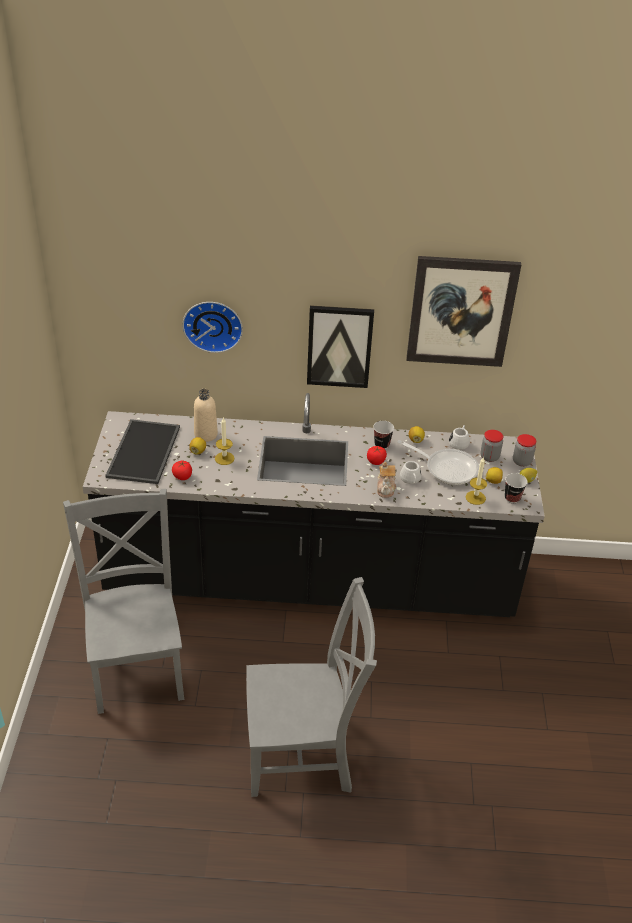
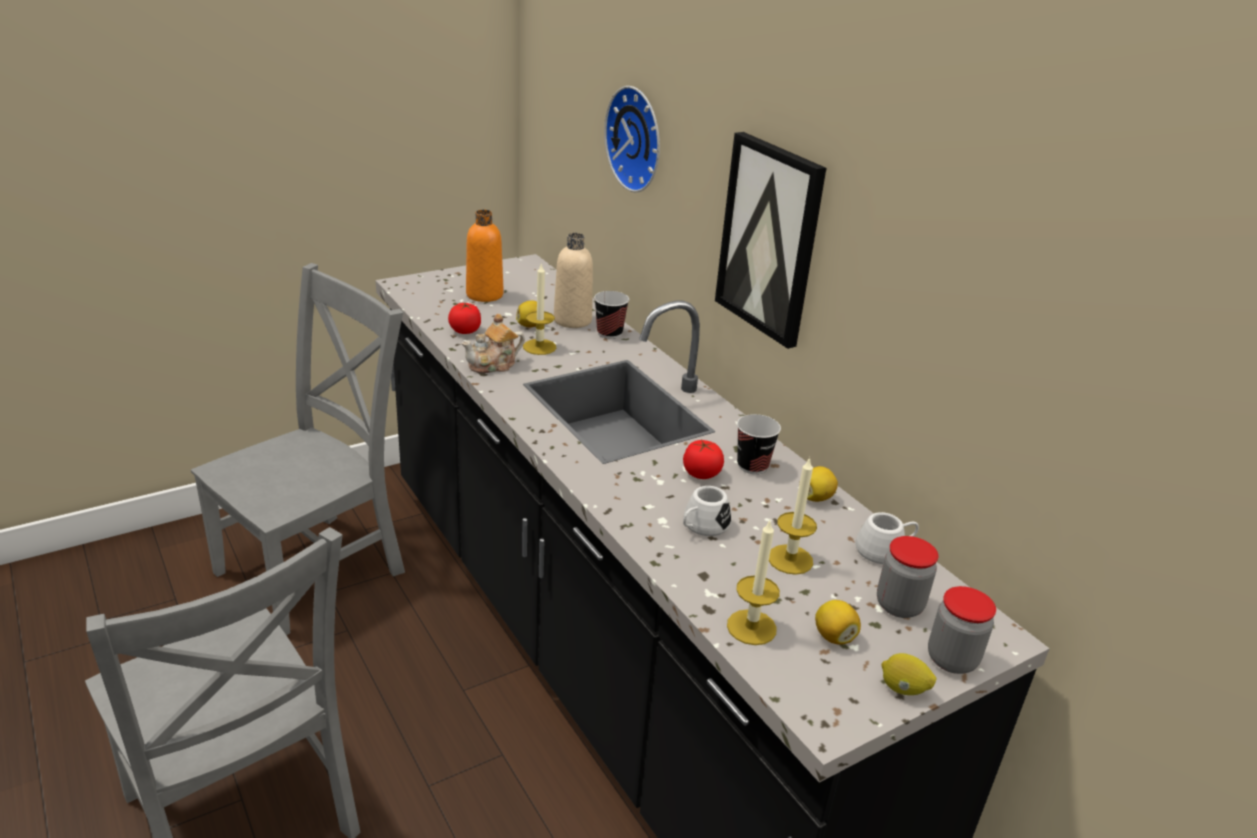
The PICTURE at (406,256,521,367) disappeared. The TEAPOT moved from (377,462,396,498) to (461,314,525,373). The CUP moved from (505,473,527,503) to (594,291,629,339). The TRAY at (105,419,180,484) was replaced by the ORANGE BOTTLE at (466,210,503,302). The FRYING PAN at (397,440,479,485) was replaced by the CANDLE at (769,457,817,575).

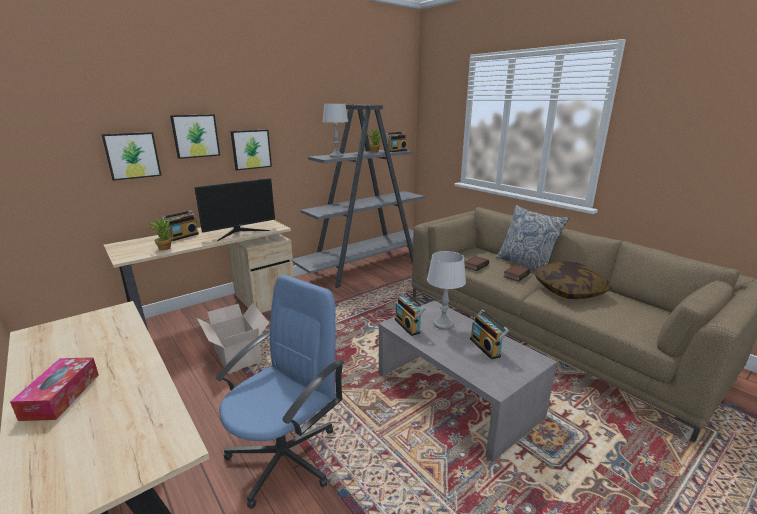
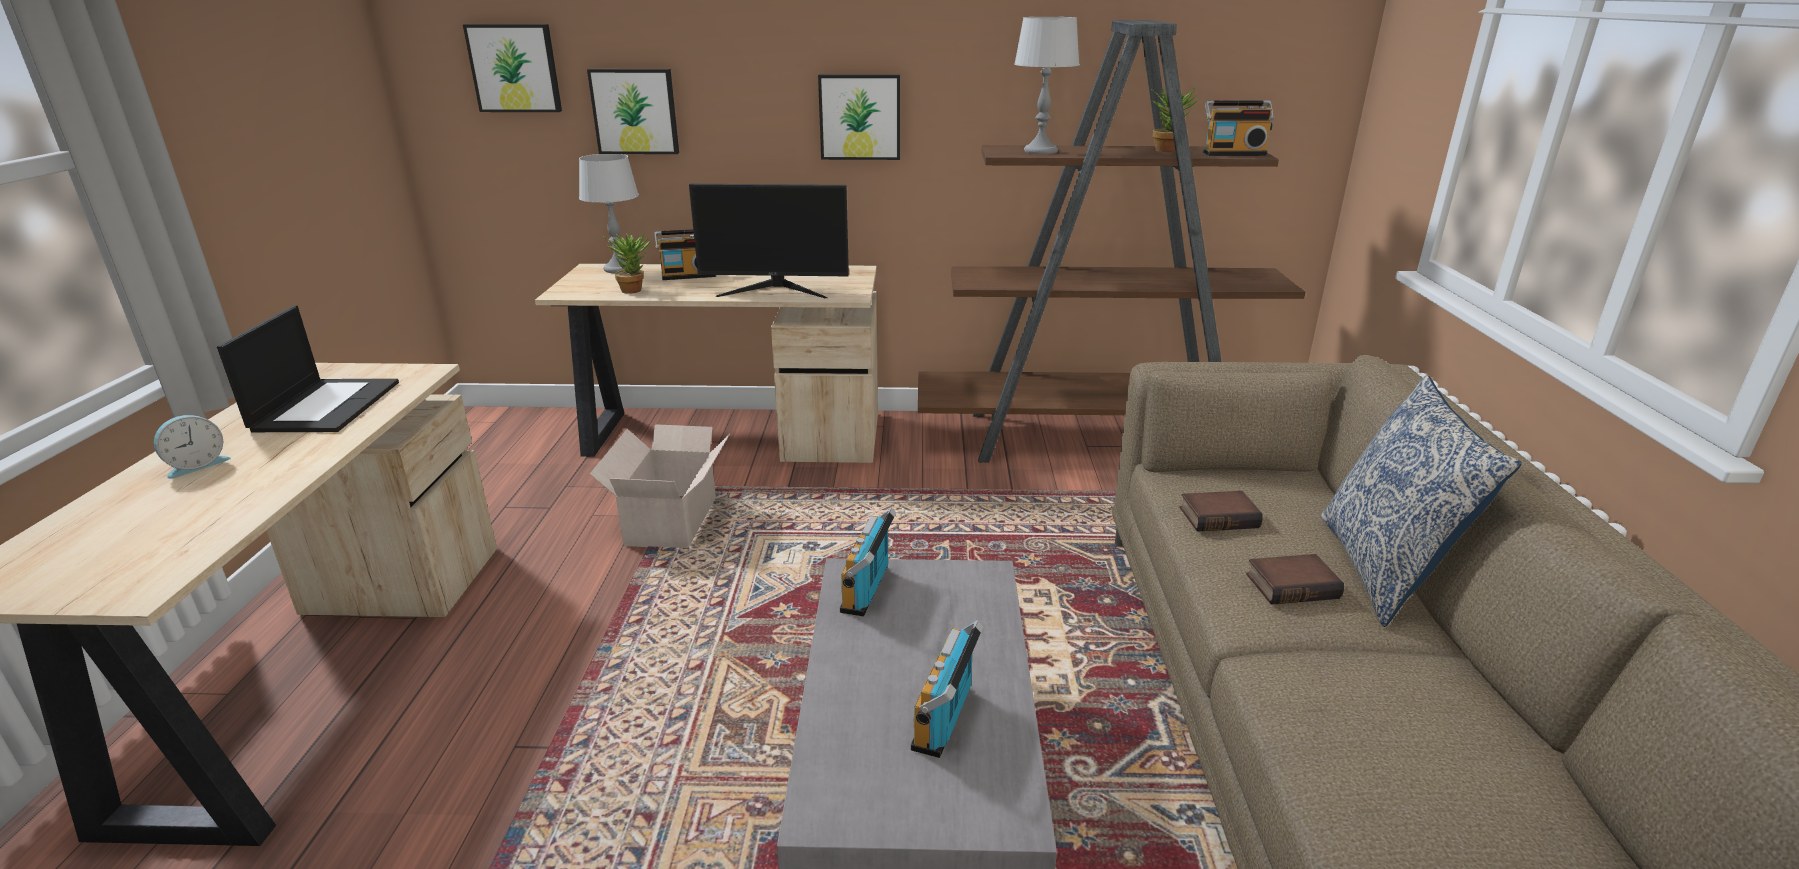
The BLUE OFFICE CHAIR at (216,275,344,509) disappeared. The PILLOW at (534,261,612,299) disappeared. The LAPTOP at (217,306,399,432) appeared. The PICTURE moved from (170,114,220,159) to (463,24,562,112). The GREY TABLE LAMP moved from (427,251,466,330) to (579,154,639,273). The TISSUE BOX at (10,357,99,421) was replaced by the ALARM CLOCK at (154,415,231,479). The GREY BOOKCASE at (292,105,425,288) became the BROWN BOOKCASE at (918,20,1305,463).

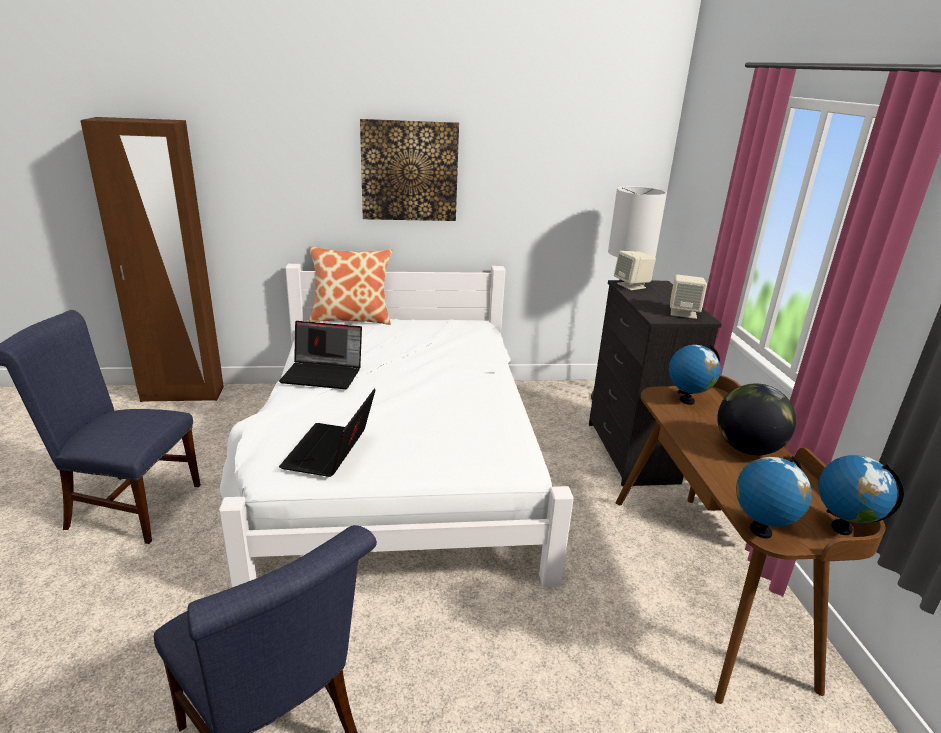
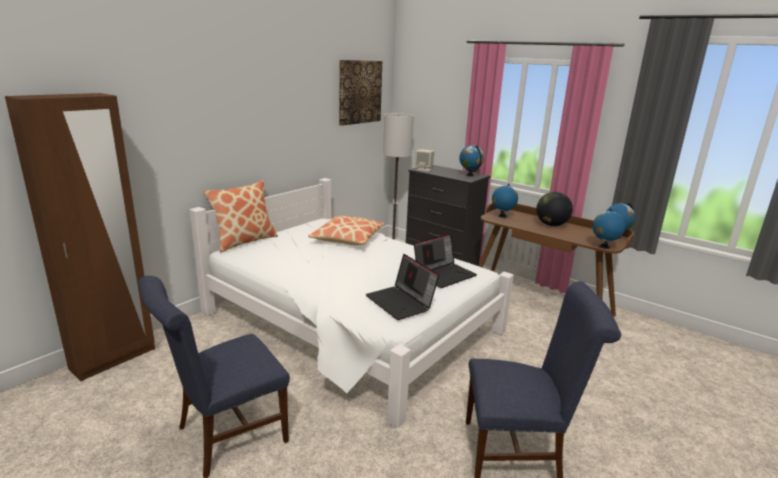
The PILLOW at (308,216,385,245) appeared. The LAPTOP moved from (279,321,362,389) to (414,233,477,288). The PICTURE moved from (360,119,459,221) to (339,60,382,126). The BEIGE SPEAKER at (670,275,707,319) was replaced by the GLOBE at (459,145,484,176).

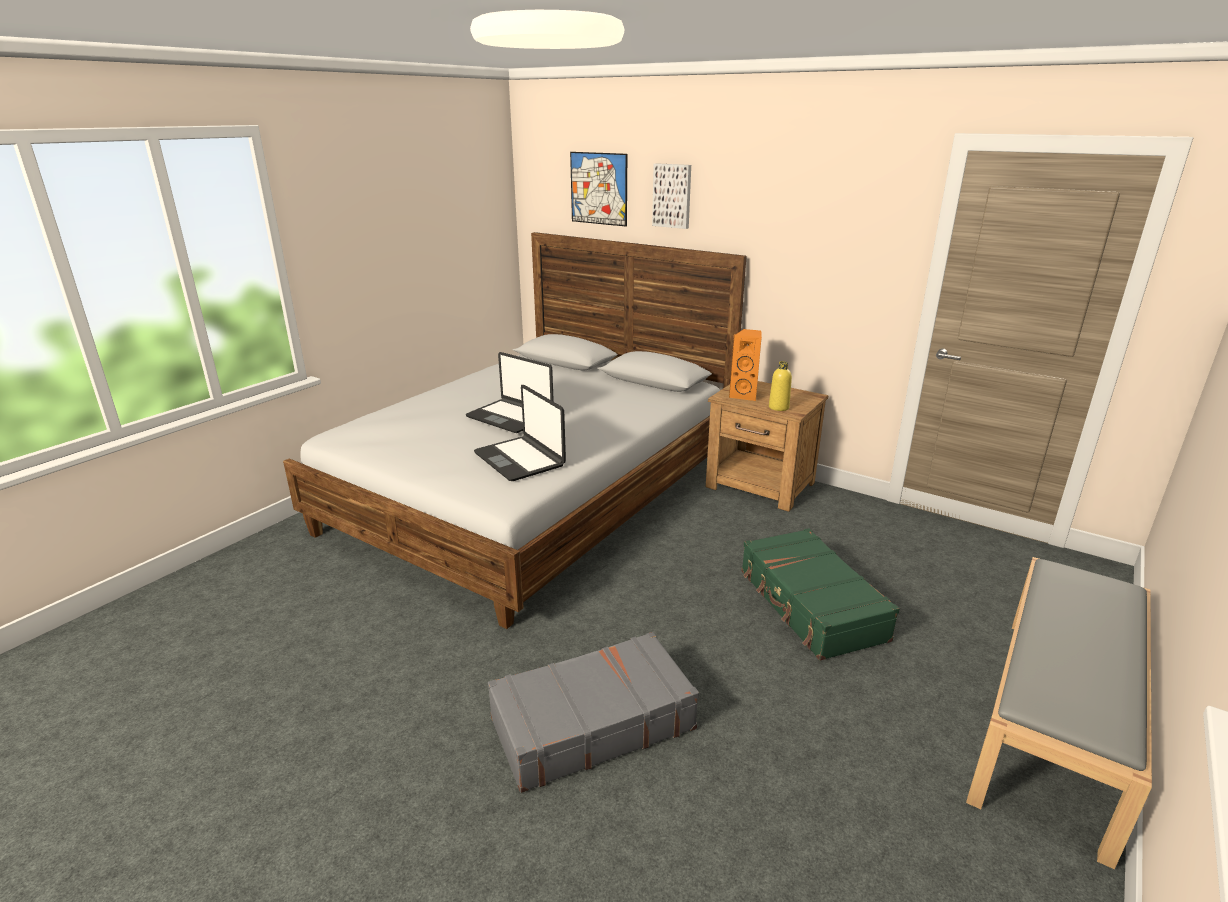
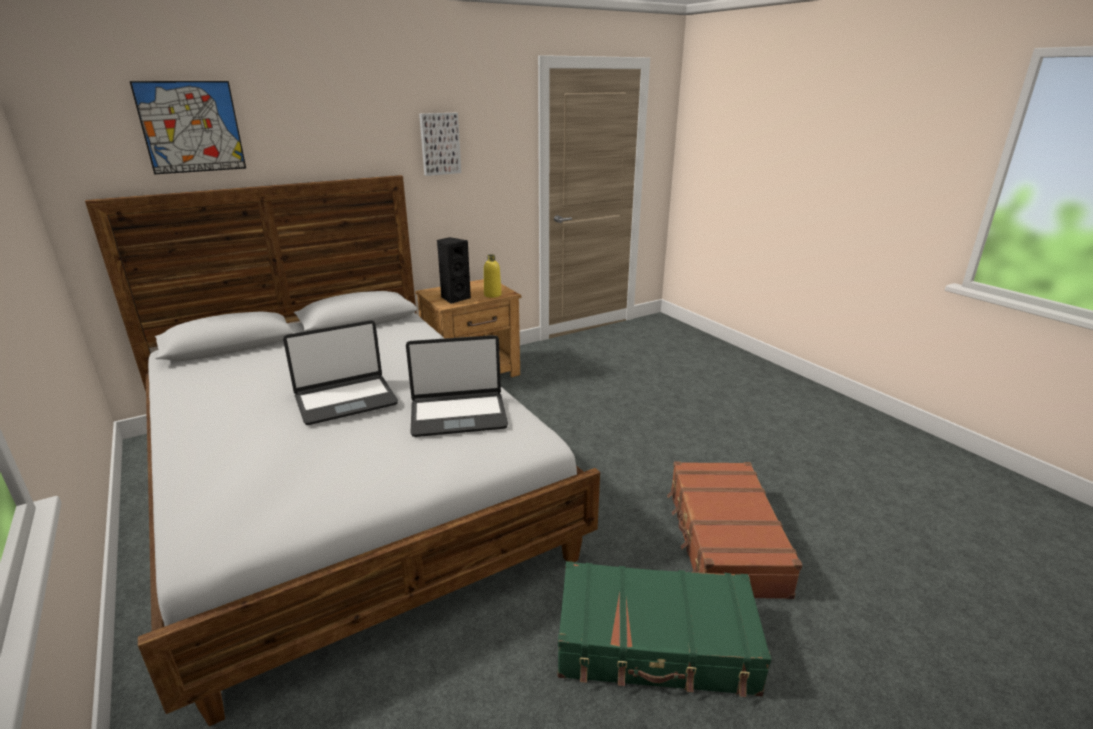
The GREY BENCH at (966,557,1152,869) disappeared. The PICTURE moved from (652,163,691,229) to (419,113,461,176). The GREEN SUITCASE moved from (741,528,900,661) to (558,561,771,697). The GREY SUITCASE at (488,632,699,793) became the BROWN SUITCASE at (667,461,803,599). The ORANGE SPEAKER at (729,329,762,401) became the BLACK SPEAKER at (437,237,471,304).

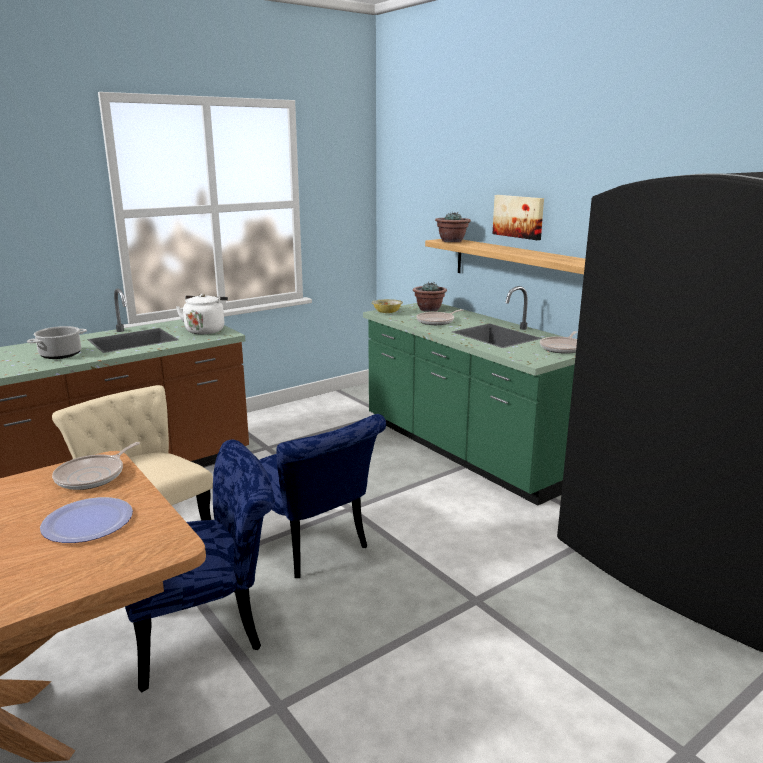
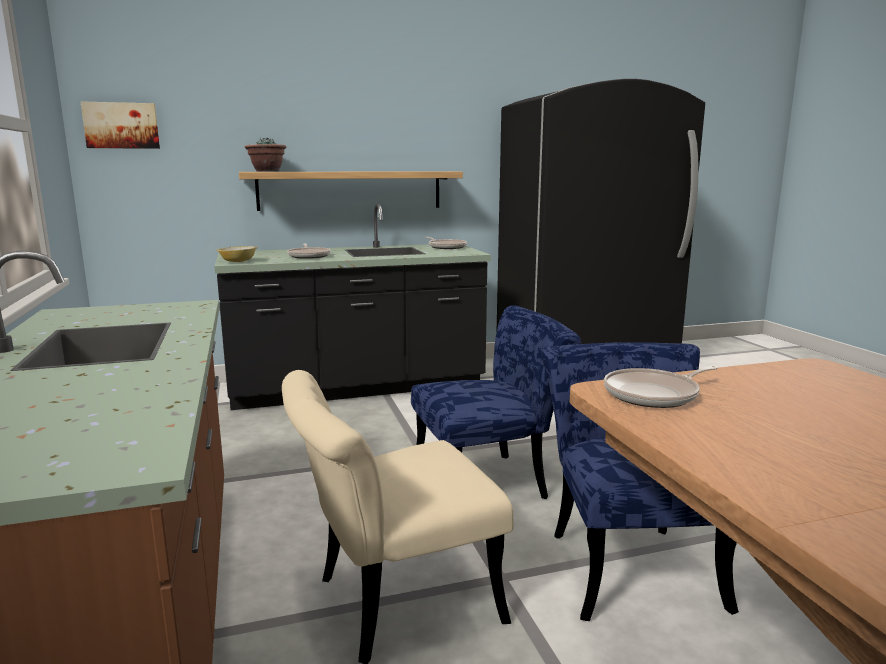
The COOKING POT at (27,326,87,359) disappeared. The PLATE at (40,497,133,543) disappeared. The WHITE KETTLE at (176,294,228,334) disappeared. The POTTED PLANT at (413,282,447,312) disappeared. The PICTURE moved from (492,195,544,240) to (81,101,160,149). The GREEN COUNTER at (363,286,576,506) became the BLACK COUNTER at (214,204,491,410). The FRYING PAN at (52,442,140,490) turned 105 degrees clockwise.

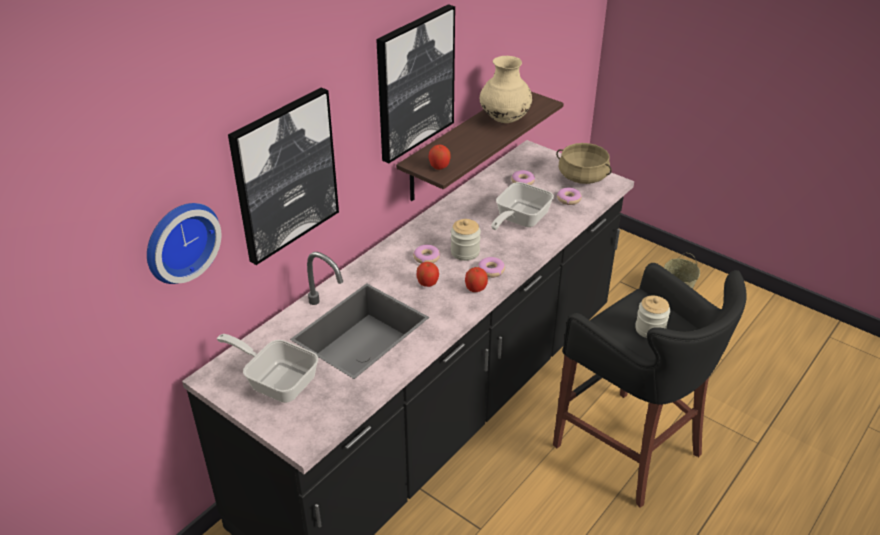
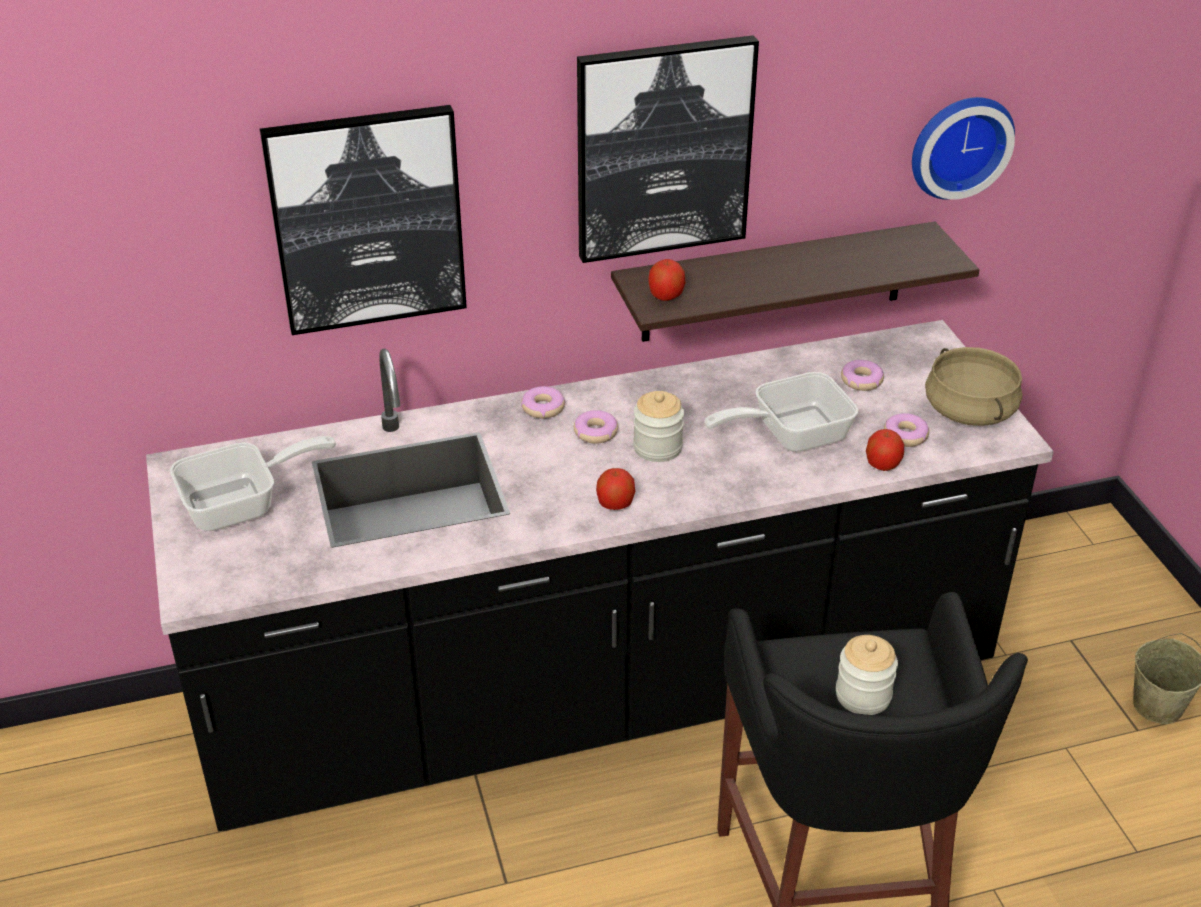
The BEIGE VASE at (480,56,532,123) disappeared. The WALL CLOCK moved from (147,203,221,284) to (912,97,1015,200). The APPLE moved from (416,262,439,287) to (866,429,904,471). The DONUT moved from (478,257,505,278) to (521,386,565,419). The FRYING PAN at (217,334,318,403) turned 90 degrees clockwise.

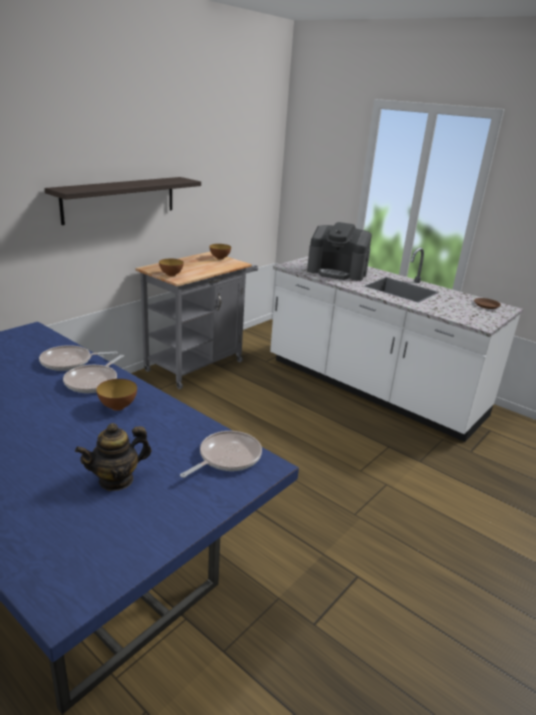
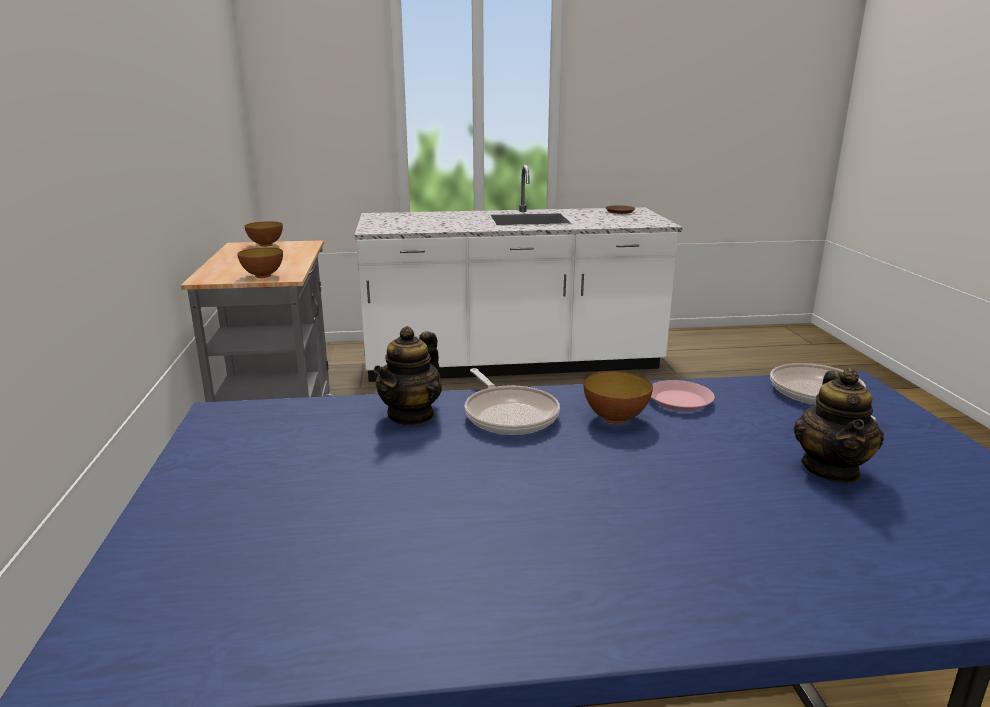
The SHELF at (44,177,201,225) disappeared. The COFFEE MACHINE at (307,222,372,281) disappeared. The PINK PLATE at (651,380,715,412) appeared. The FRYING PAN at (39,345,118,371) was replaced by the TEAPOT at (374,326,442,426).

